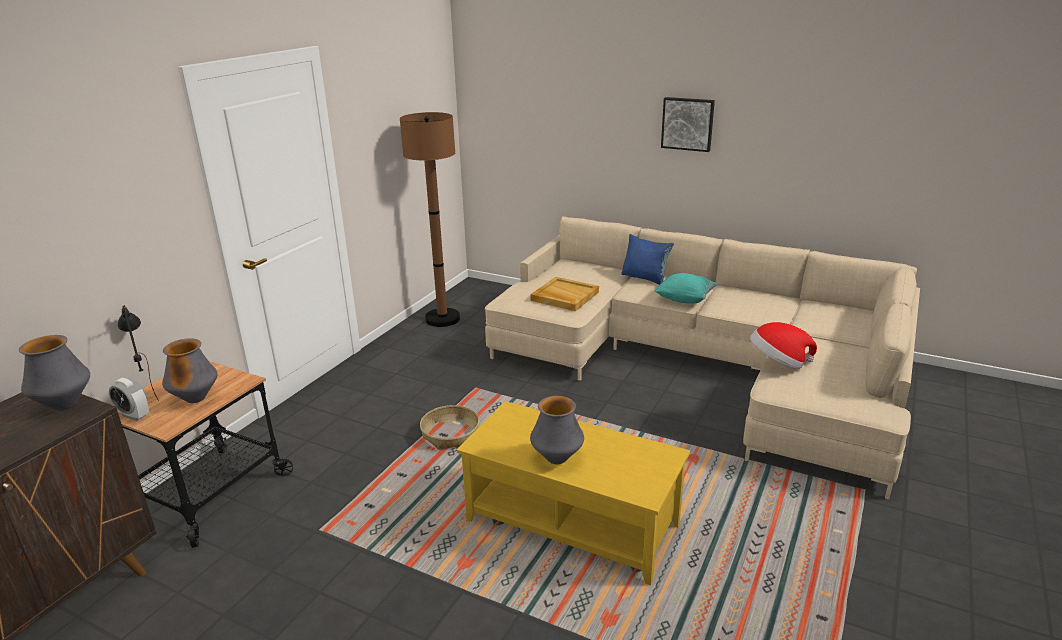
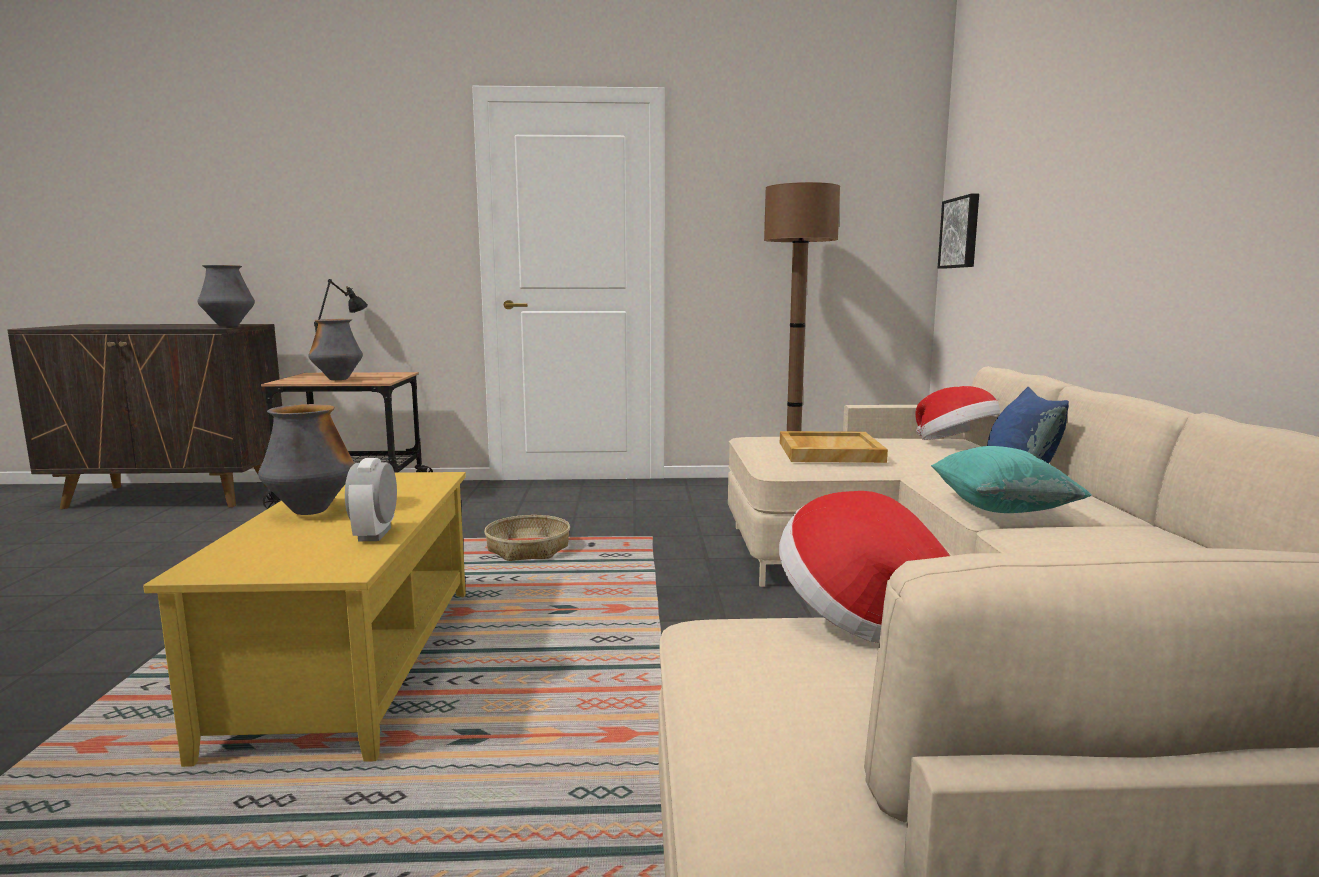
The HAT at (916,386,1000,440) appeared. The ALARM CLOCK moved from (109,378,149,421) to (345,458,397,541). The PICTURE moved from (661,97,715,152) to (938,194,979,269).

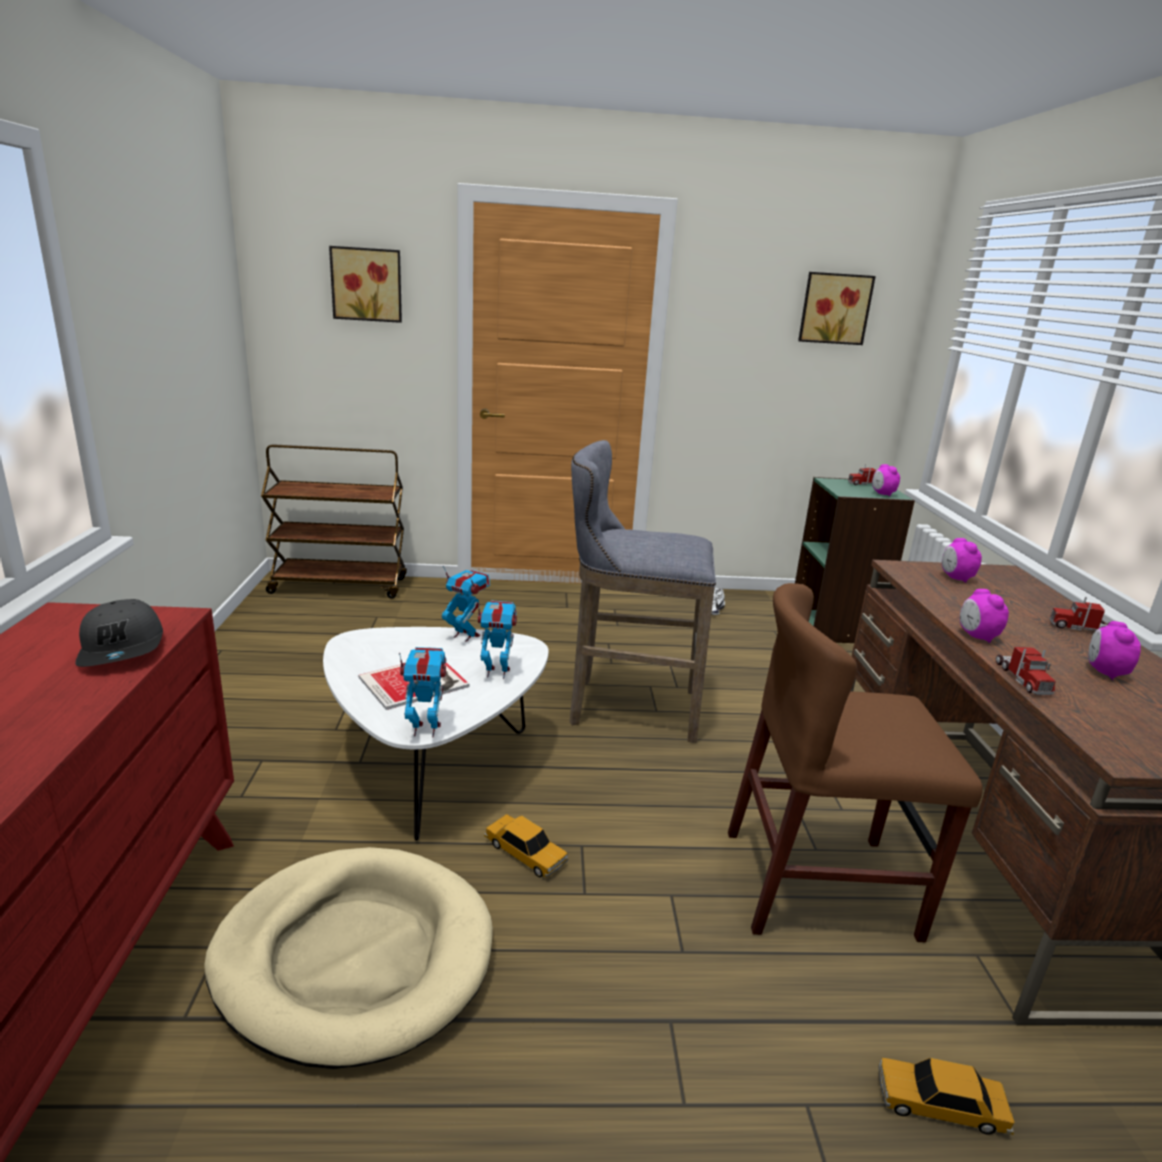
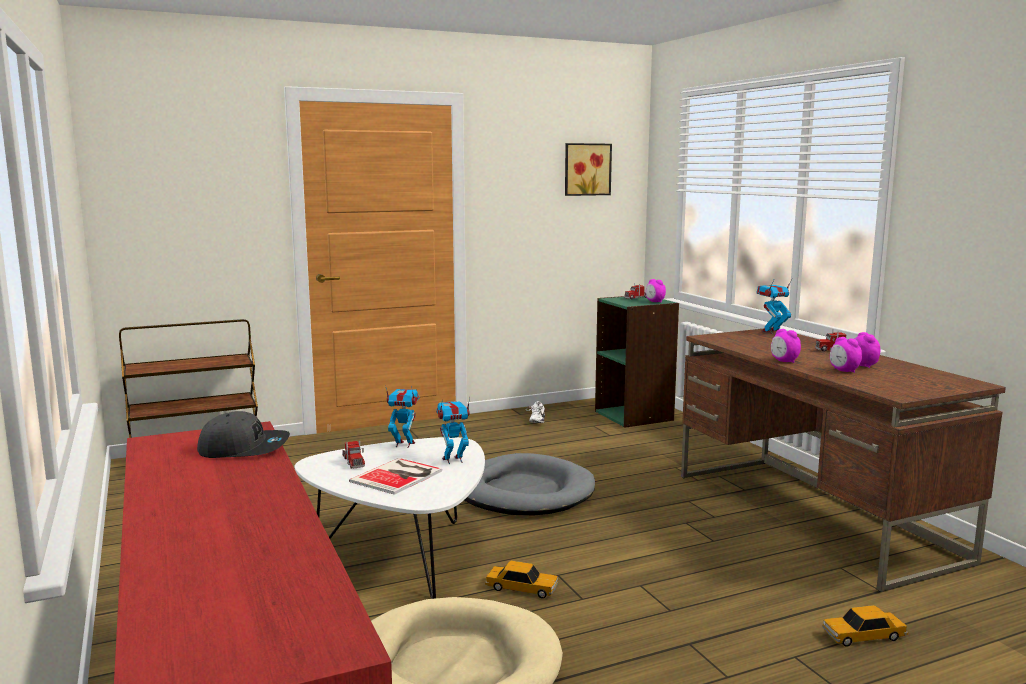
The PICTURE at (329,246,402,323) disappeared. The BROWN CHAIR at (728,583,983,943) disappeared. The TOY ROBOT moved from (399,647,447,737) to (756,279,792,334). The ALARM CLOCK moved from (942,538,982,583) to (830,337,862,373). The TOY TRUCK moved from (996,647,1056,695) to (342,440,365,469). The GREY STOOL at (569,440,716,743) was replaced by the GREY DOG BED at (464,453,595,515). The GREY CAP at (75,599,163,667) turned 45 degrees counterclockwise.

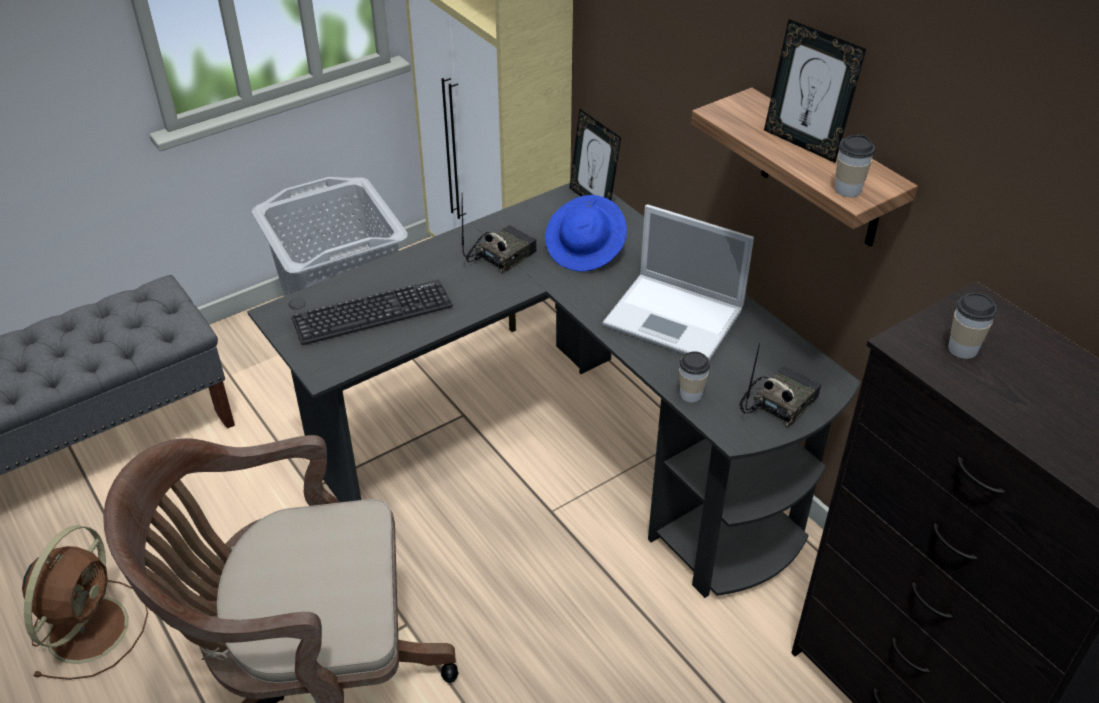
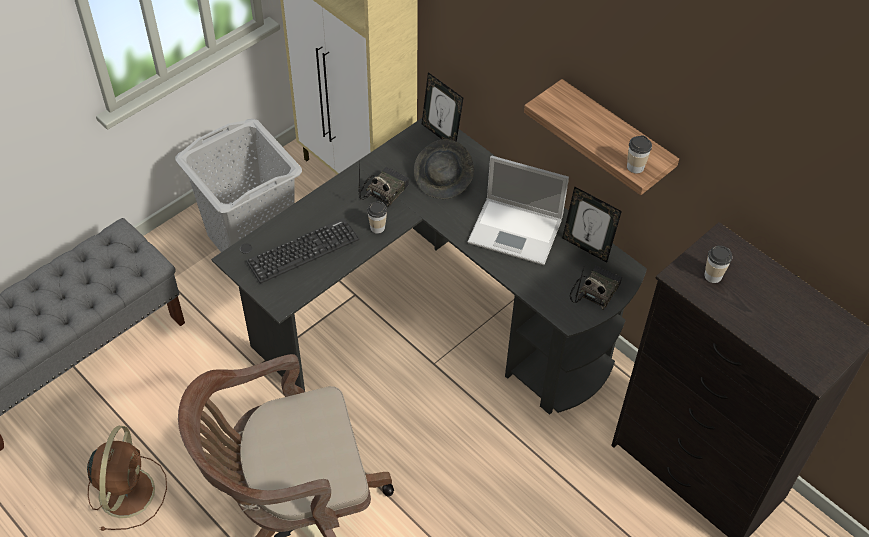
The CUP moved from (679,351,710,403) to (367,202,387,234). The PICTURE FRAME moved from (764,19,866,163) to (562,186,622,263). The BLUE HAT at (545,195,627,272) became the GREY HAT at (414,139,474,199).

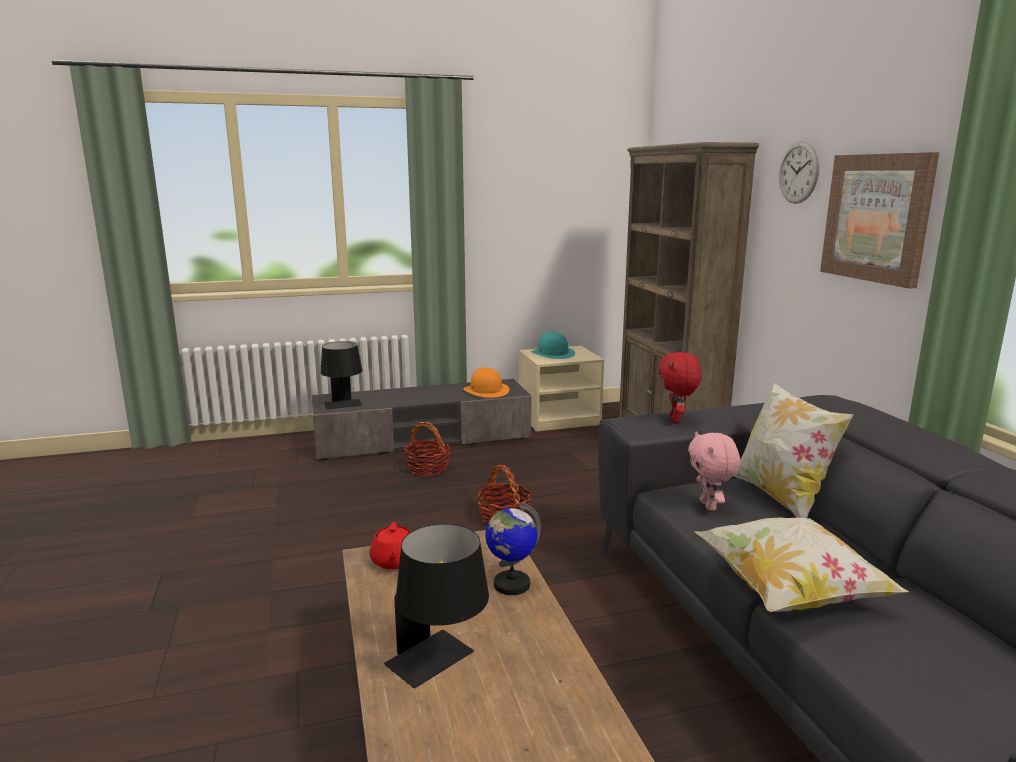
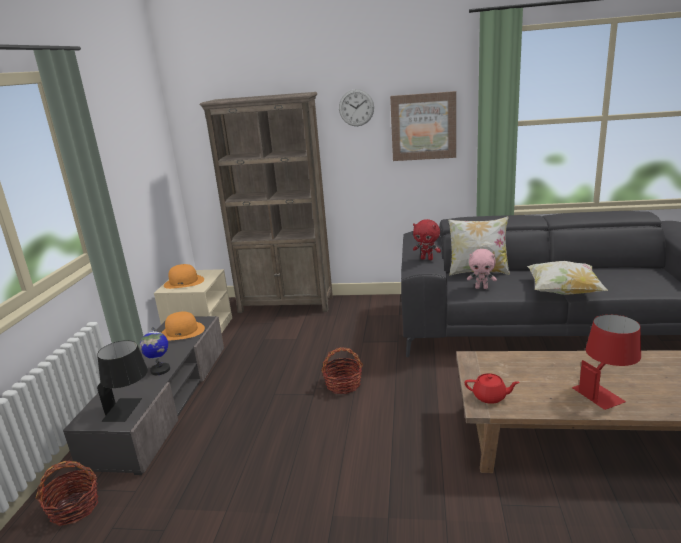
The BASKET moved from (404,422,451,476) to (36,461,98,526). The GLOBE moved from (485,502,541,595) to (140,327,170,375). The BLACK TABLE LAMP at (384,524,489,688) became the RED TABLE LAMP at (572,314,641,410). The TURQUOISE HAT at (531,332,575,359) became the ORANGE HAT at (164,264,204,289).

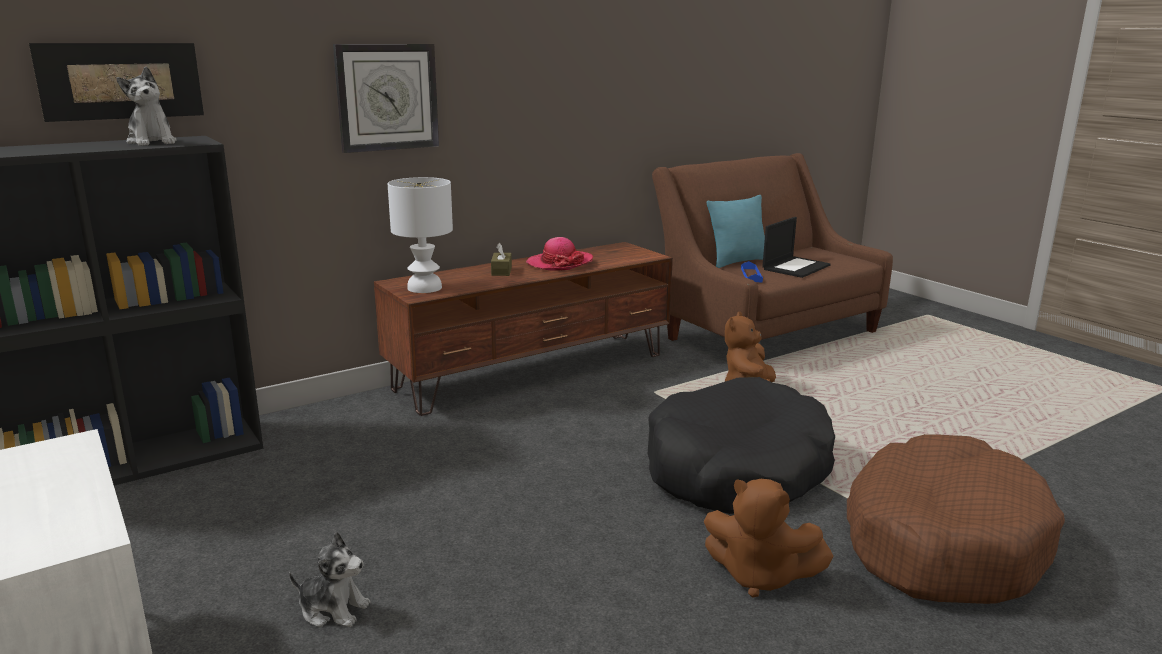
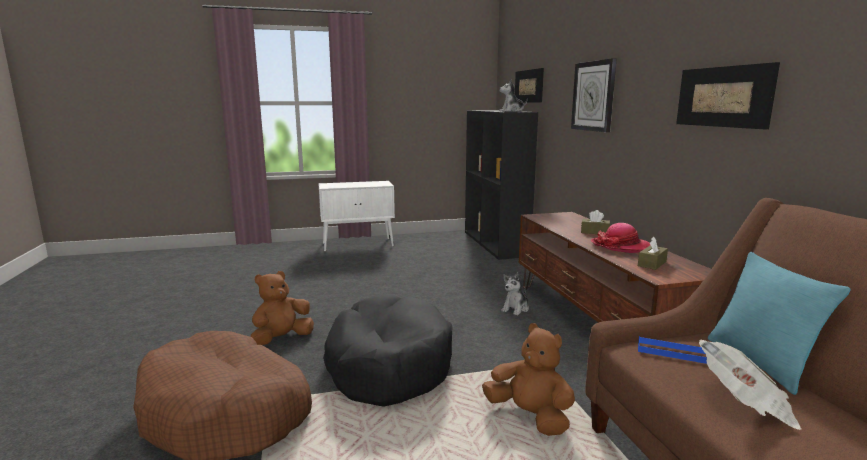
The WHITE TABLE LAMP at (388,177,453,293) disappeared. The BROWN TISSUE BOX at (638,237,668,270) appeared. The PICTURE at (676,62,780,130) appeared. The PLUSH TOY moved from (289,532,371,627) to (501,272,529,315). The LAPTOP at (762,217,831,278) was replaced by the NEWSPAPER at (699,340,801,430).

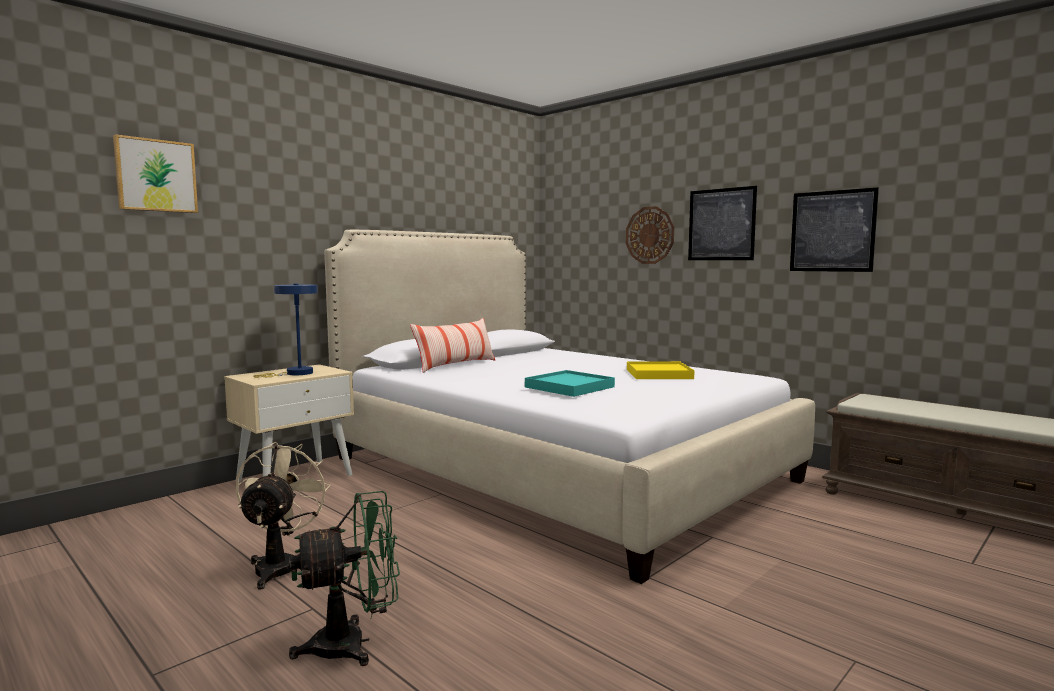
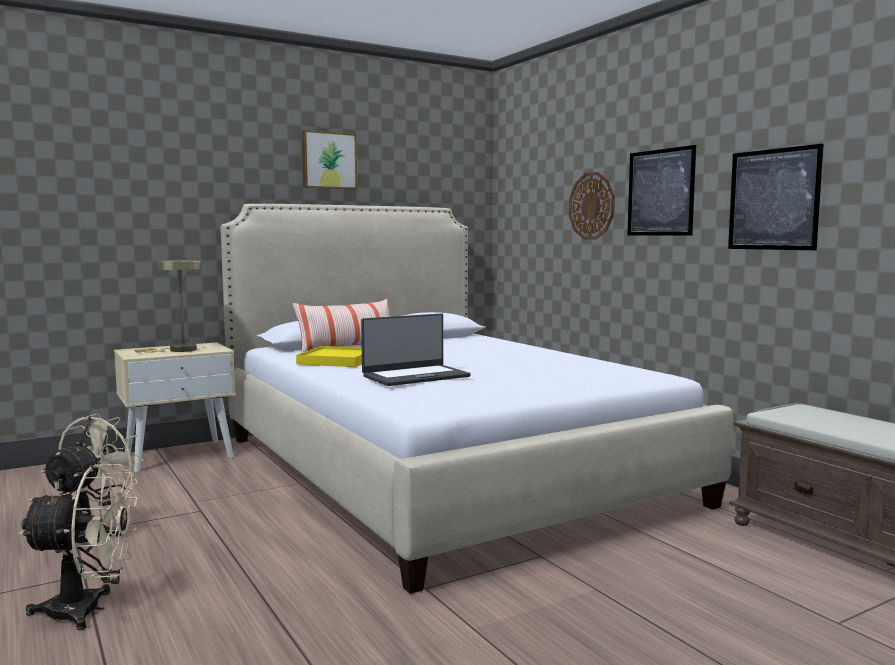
The PICTURE moved from (113,134,198,213) to (302,130,357,189). The YELLOW TRAY moved from (627,361,695,379) to (296,346,362,367). The TURQUOISE TRAY at (525,370,615,397) was replaced by the LAPTOP at (361,313,471,386). The BLUE TABLE LAMP at (253,284,318,378) became the BEIGE TABLE LAMP at (134,259,201,353). The GREEN FAN at (289,491,400,666) became the BEIGE FAN at (19,464,137,630).

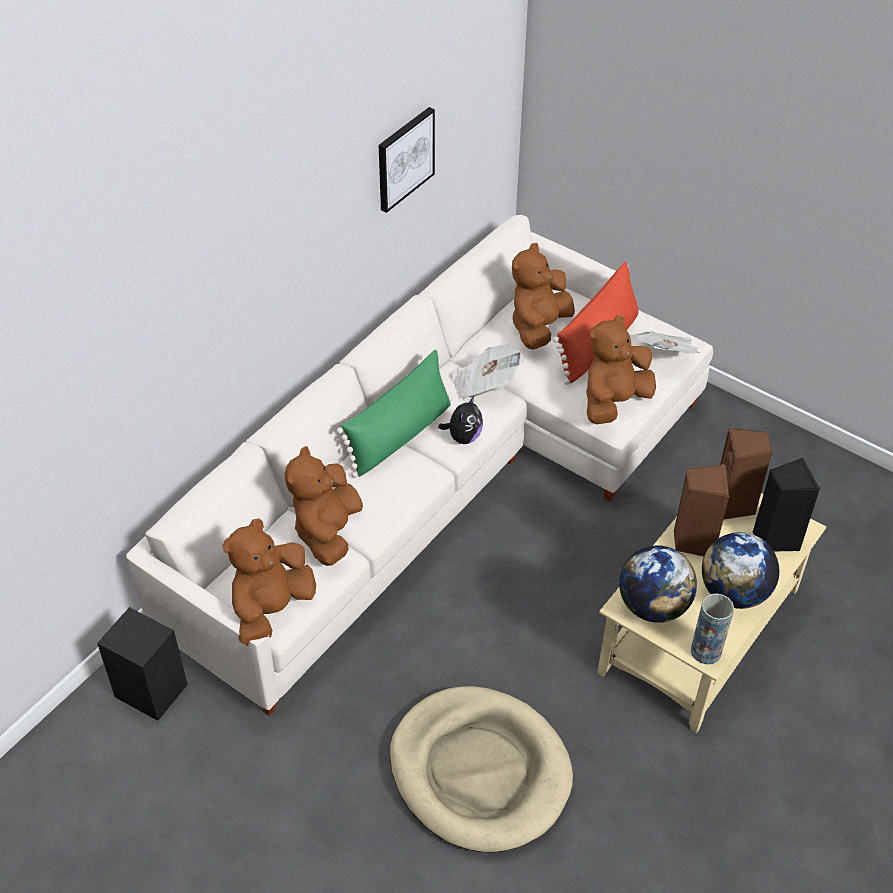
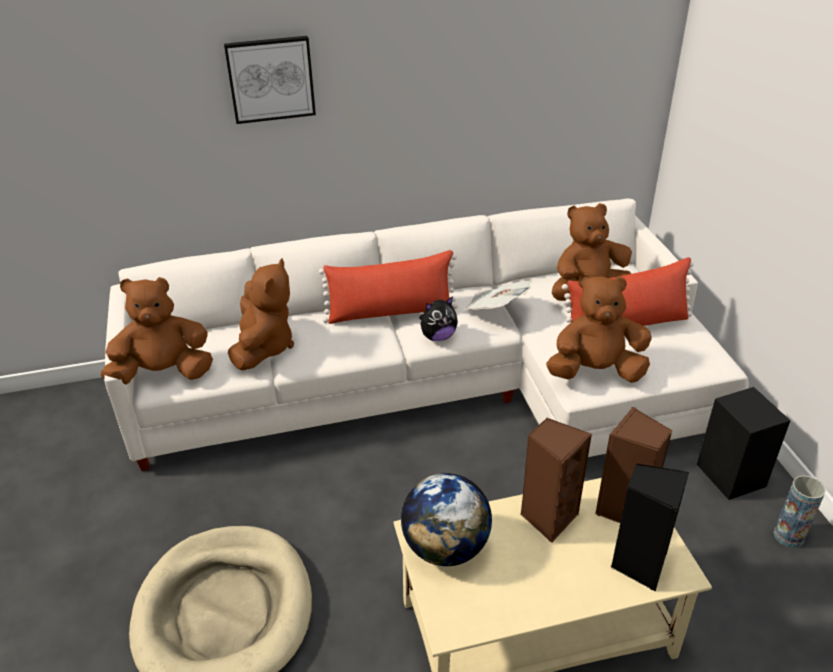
The NEWSPAPER at (635,331,700,354) disappeared. The GLOBE at (702,532,779,609) disappeared. The BLACK SPEAKER moved from (97,607,188,721) to (697,387,791,500). The PICTURE moved from (379,107,435,213) to (224,36,316,124). The VASE moved from (691,593,734,664) to (773,475,826,548). The GREEN PILLOW at (337,350,452,478) became the RED PILLOW at (319,250,458,324). The BROWN PLUSH TOY at (284,446,363,566) turned 135 degrees clockwise.

